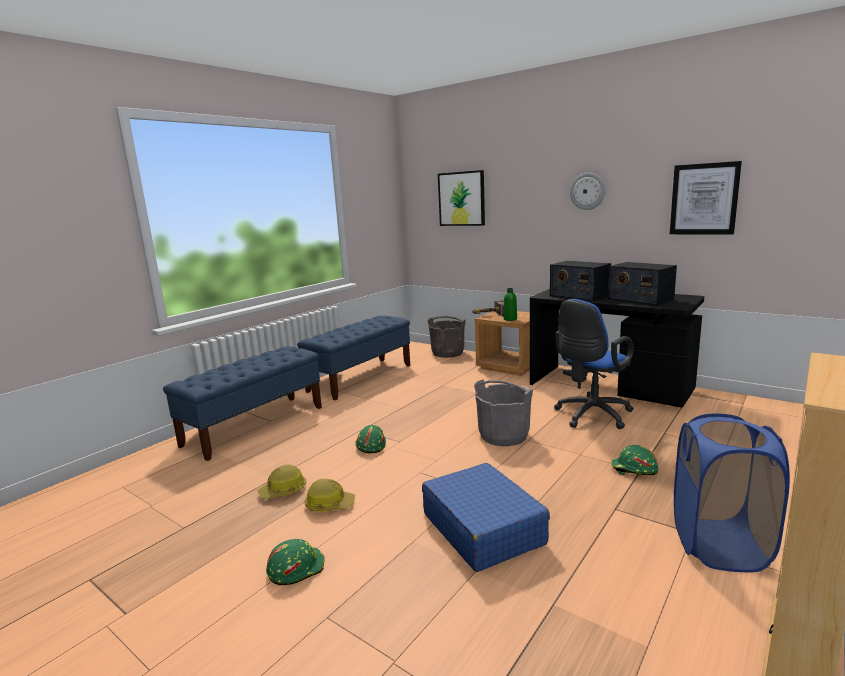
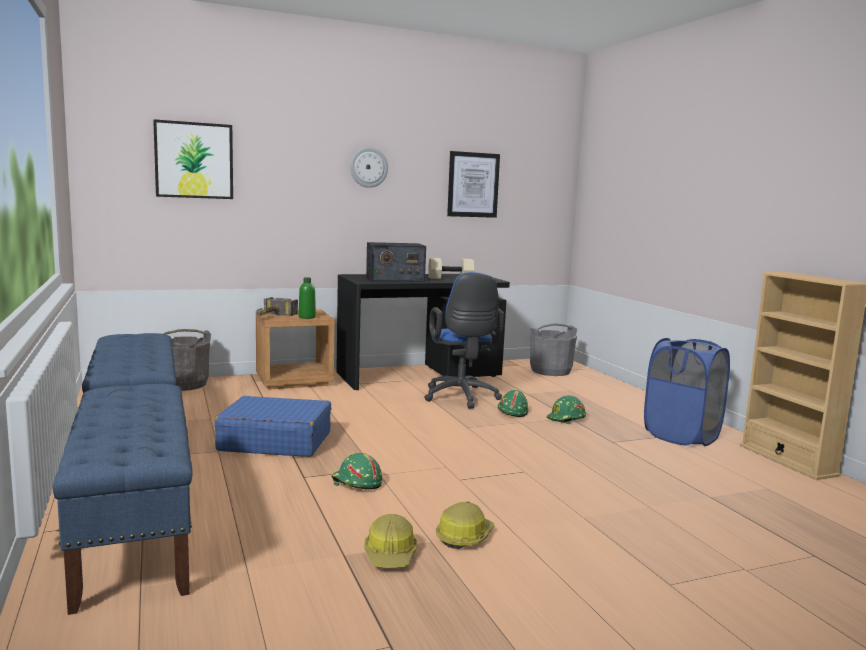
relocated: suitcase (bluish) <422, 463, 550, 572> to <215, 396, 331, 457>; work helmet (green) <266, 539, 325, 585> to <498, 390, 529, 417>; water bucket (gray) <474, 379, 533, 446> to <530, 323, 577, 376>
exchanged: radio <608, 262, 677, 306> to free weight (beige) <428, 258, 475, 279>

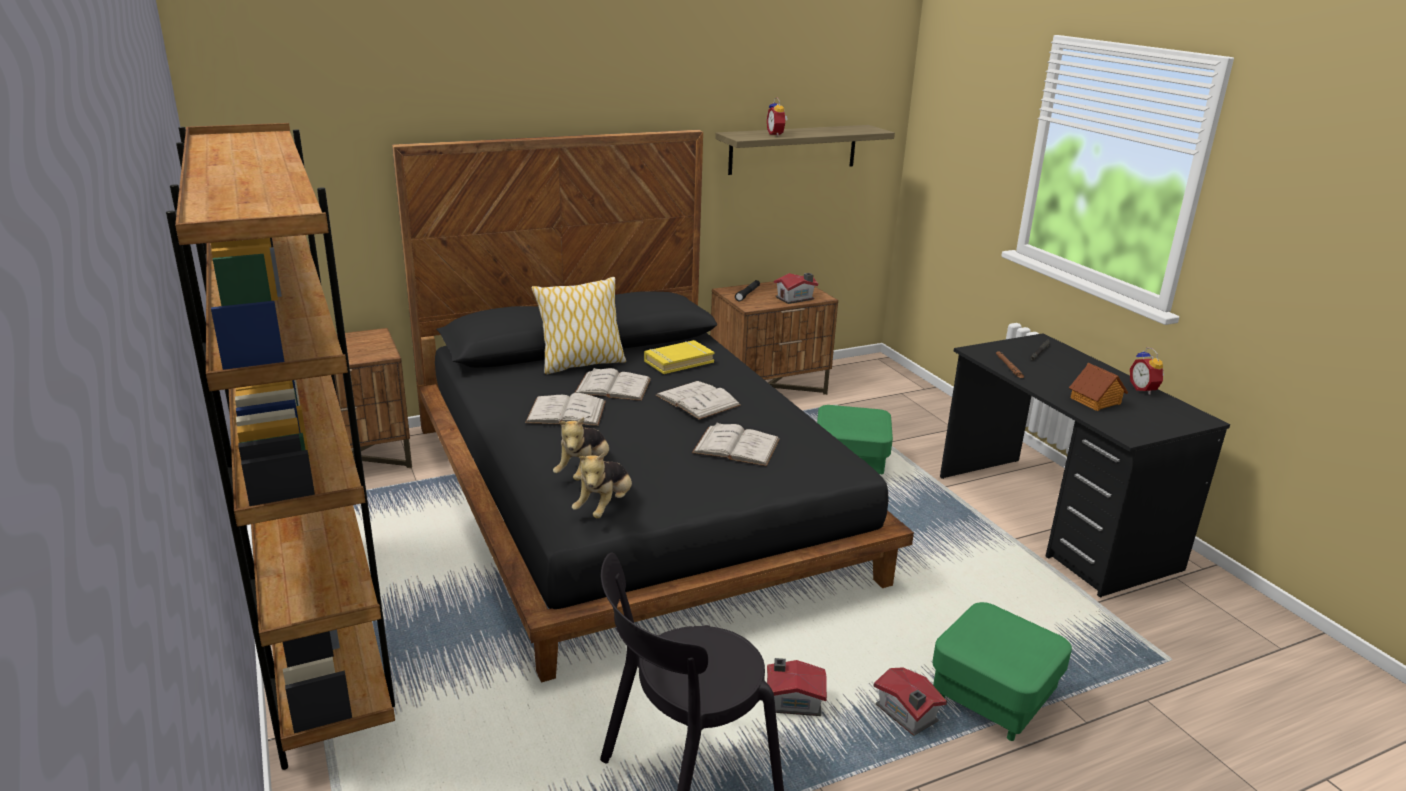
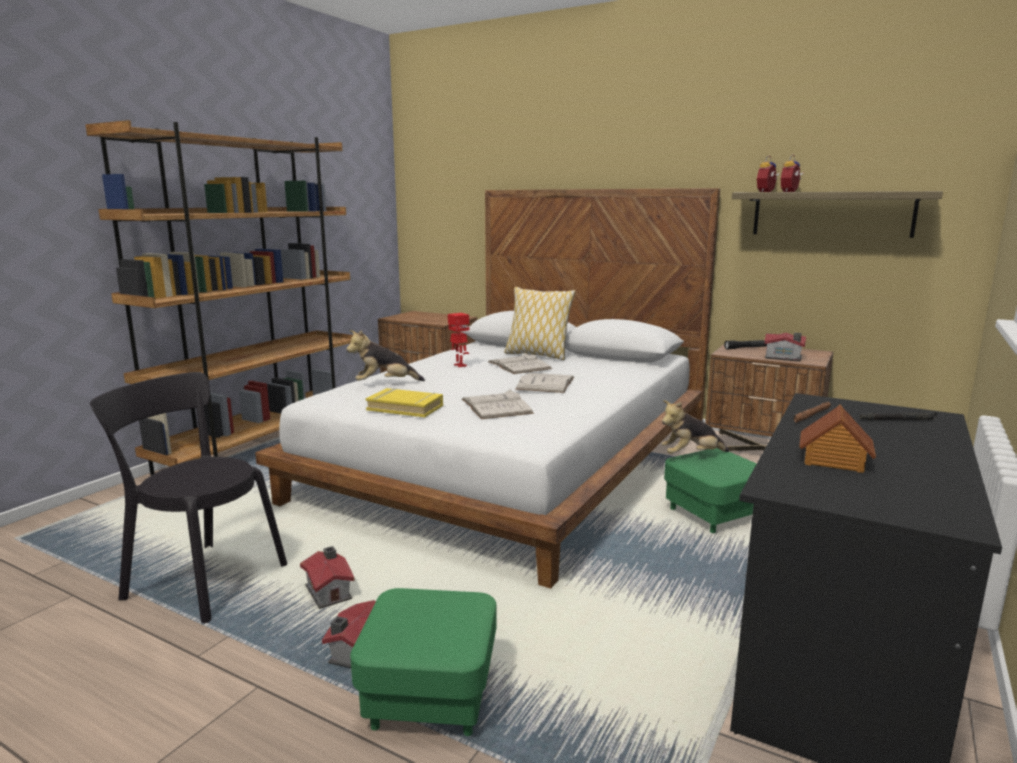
relocated: bound book (yellowish) <644, 340, 714, 374> to <366, 388, 443, 417>; soft toy <572, 452, 632, 518> to <662, 400, 729, 454>; bedside clock <1130, 347, 1164, 395> to <757, 156, 780, 192>
exchanged: bound book (white-coloured) <525, 393, 606, 426> to model robot <448, 313, 469, 367>
colour: sleeping bed (blackish) <392, 130, 914, 682> to sleeping bed (white-coloured) <255, 188, 720, 588>

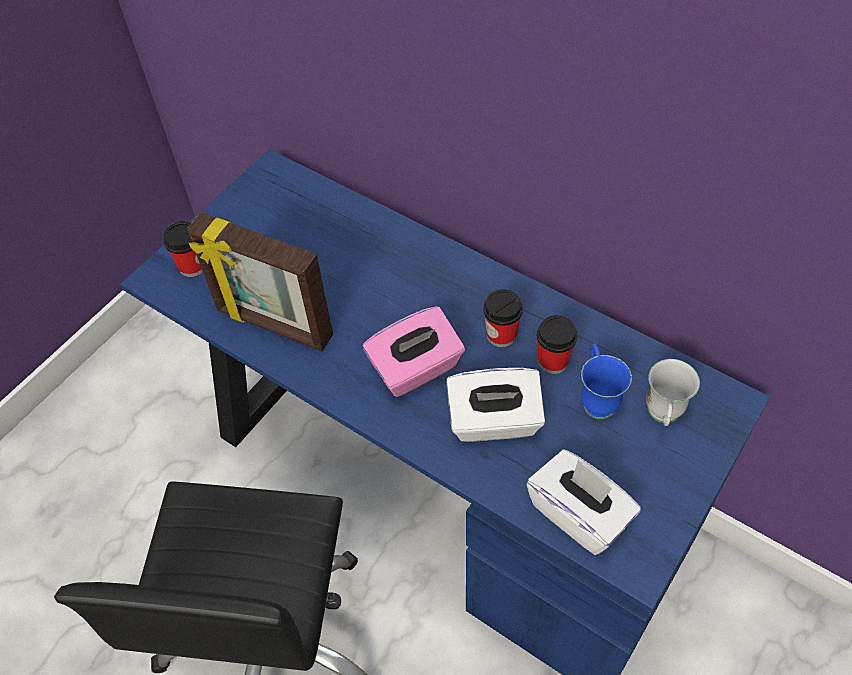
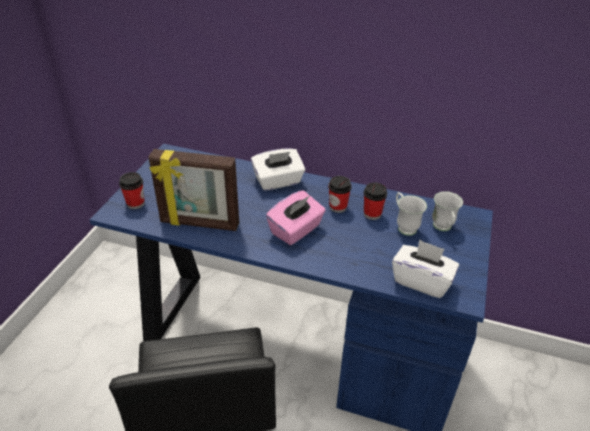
relocated: tissue box (white-coloured) <446, 368, 545, 442> to <251, 148, 305, 191>
colour: tea mug (bluish) <581, 343, 632, 419> to tea mug (white-coloured) <396, 192, 427, 236>

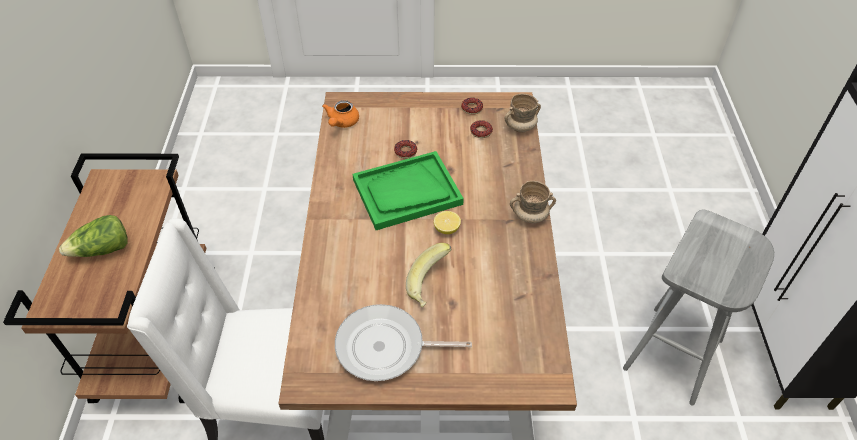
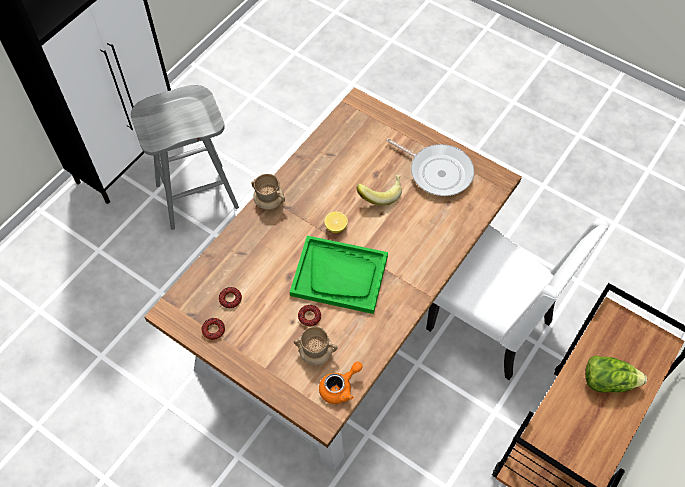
relocated: tea mug (beige) <505, 93, 541, 133> to <294, 326, 337, 365>

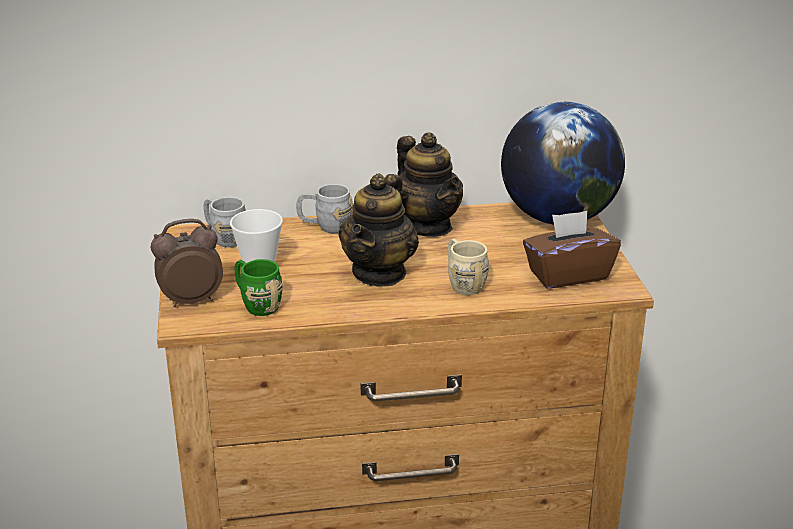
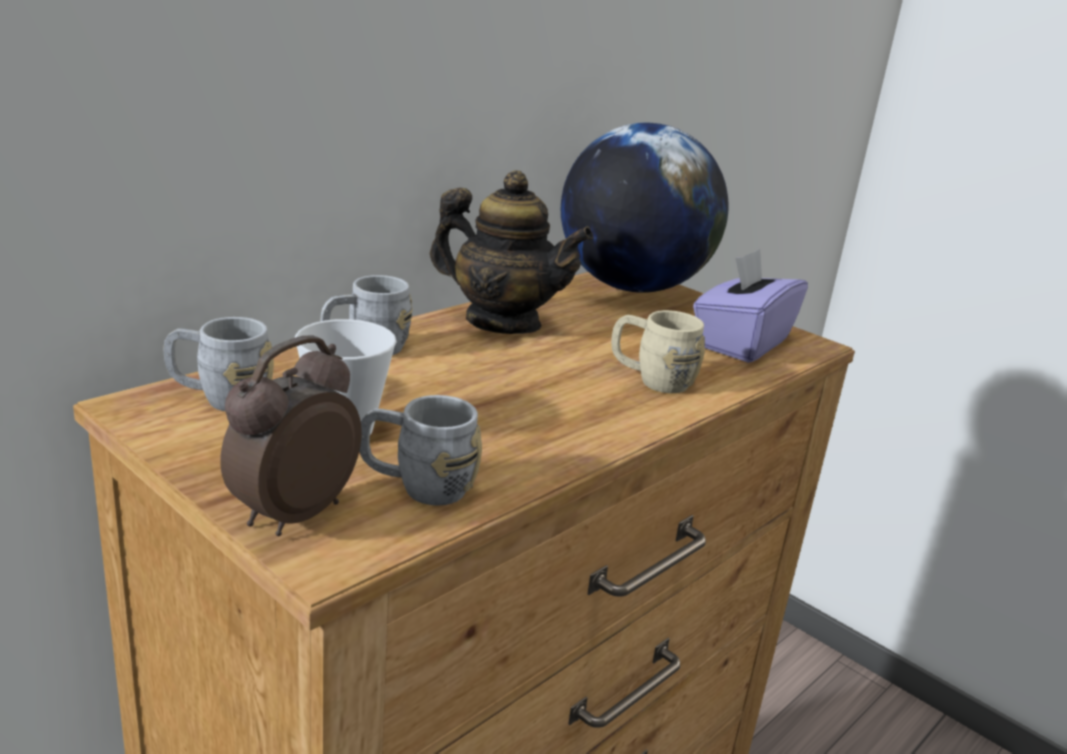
missing: pot for tea <338, 173, 419, 287>
colour: tea mug (green) <234, 259, 283, 316> to tea mug (gray) <359, 395, 482, 505>; tissue box (brownish) <523, 211, 621, 288> to tissue box (purple) <693, 249, 808, 363>

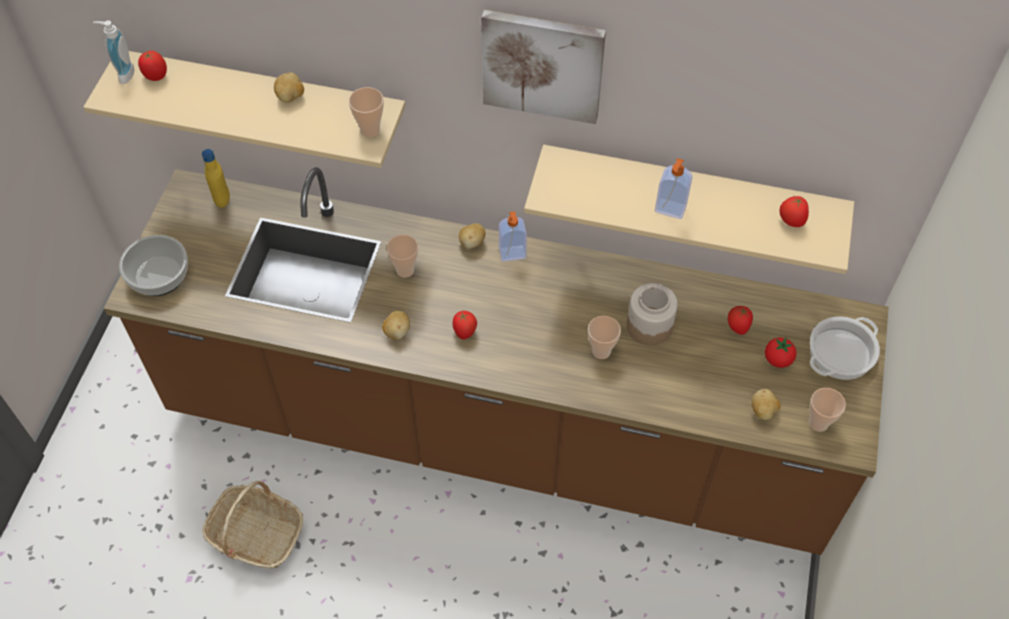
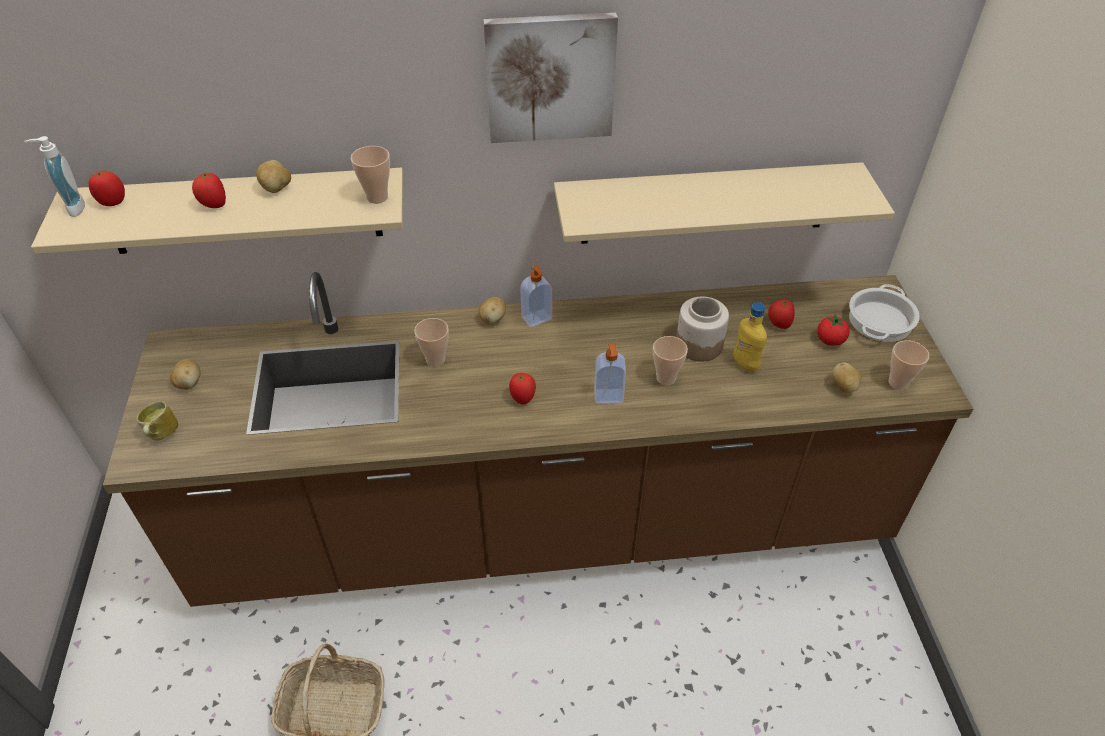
relocated: potato <382, 311, 410, 340> to <170, 359, 201, 390>; tomato <780, 196, 809, 227> to <192, 172, 226, 208>; soap bottle <655, 158, 693, 219> to <594, 344, 626, 404>; beverage bottle (yellowish) <202, 149, 230, 208> to <733, 302, 767, 372>
exchanged: bowl <119, 235, 188, 296> to tea mug <137, 401, 178, 441>

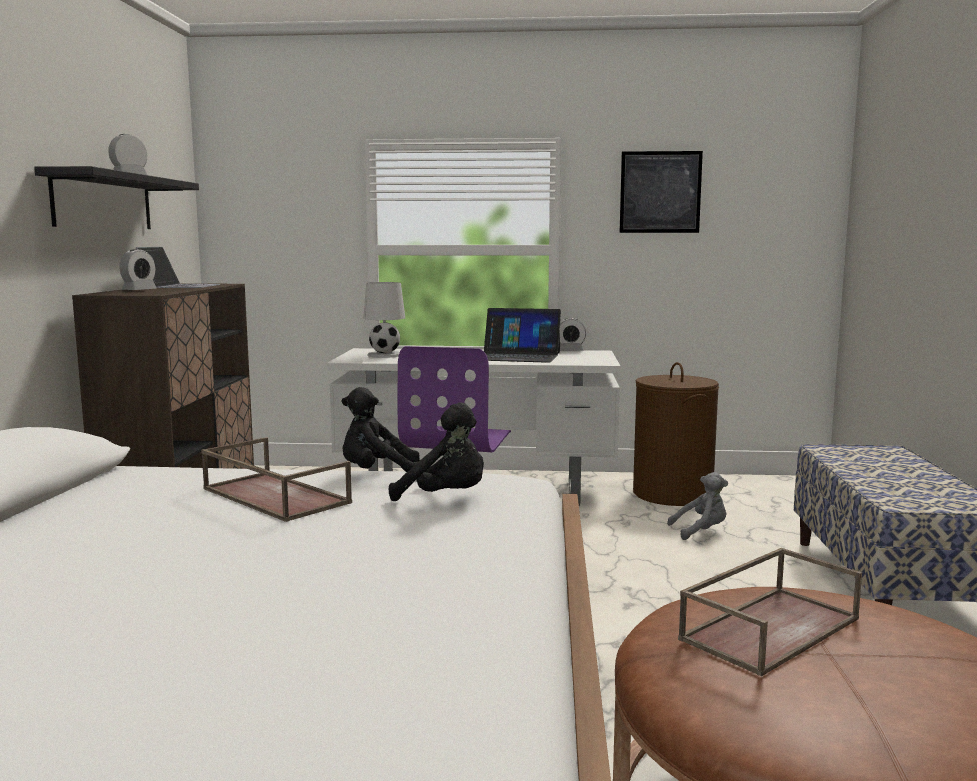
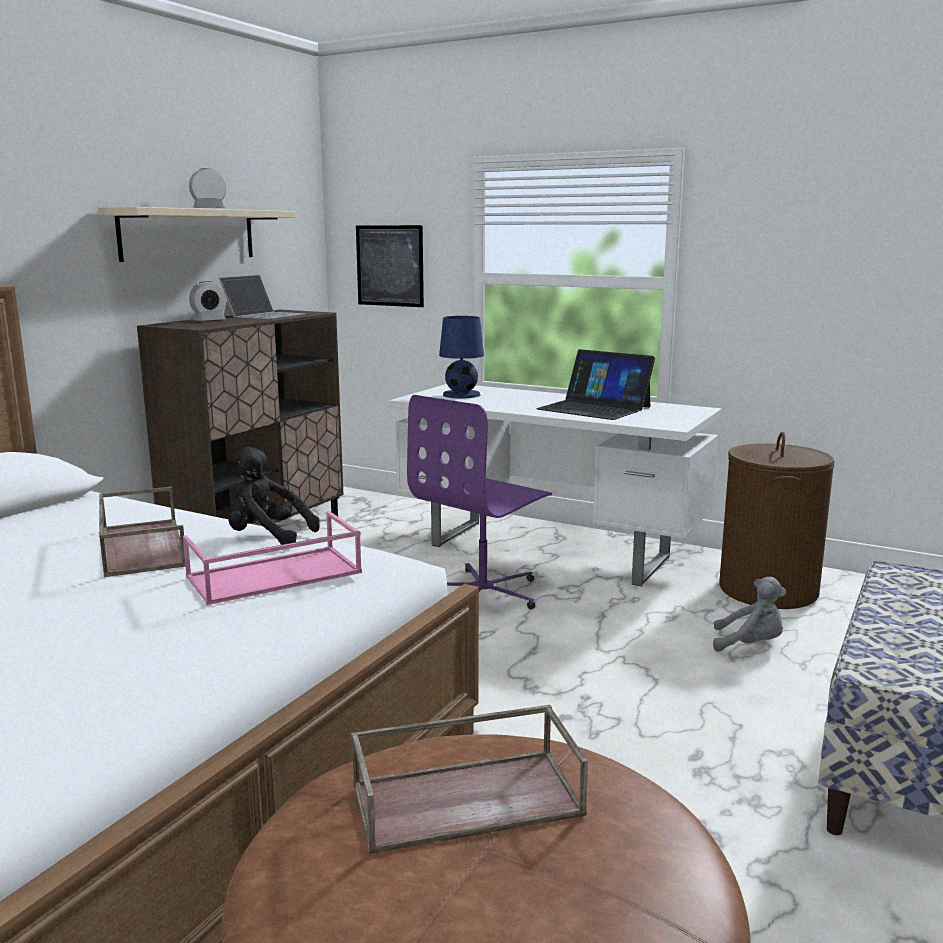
missing: bedside clock <560, 318, 586, 351>
relocated: wall picture <620, 151, 703, 233> to <356, 225, 424, 307>
exchanged: soft toy (blackish) <389, 402, 484, 501> to carrying tray (pink) <183, 511, 362, 605>
colour: wall shelf (blackish) <34, 166, 199, 229> to wall shelf (beige) <97, 207, 295, 262>; tabletop lamp (white-coloured) <363, 282, 405, 358> to tabletop lamp (bluish) <439, 316, 484, 398>

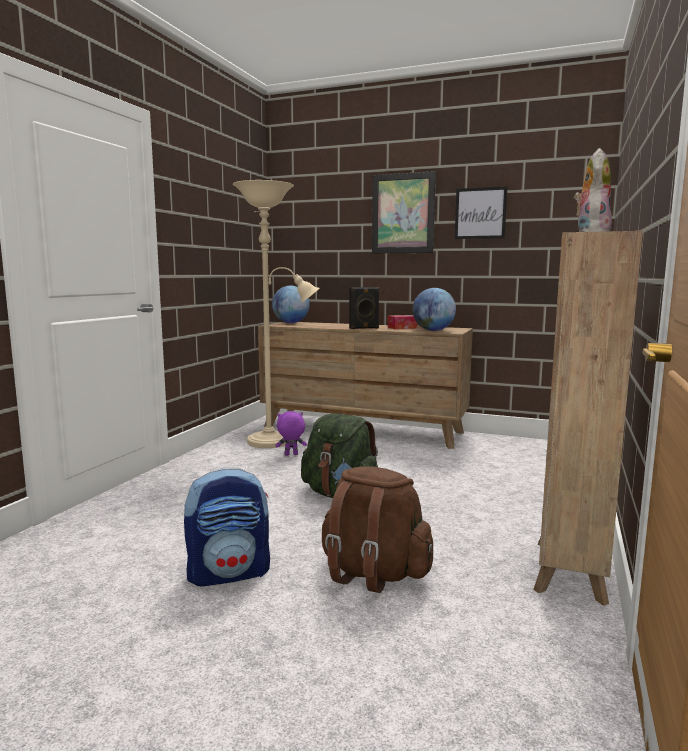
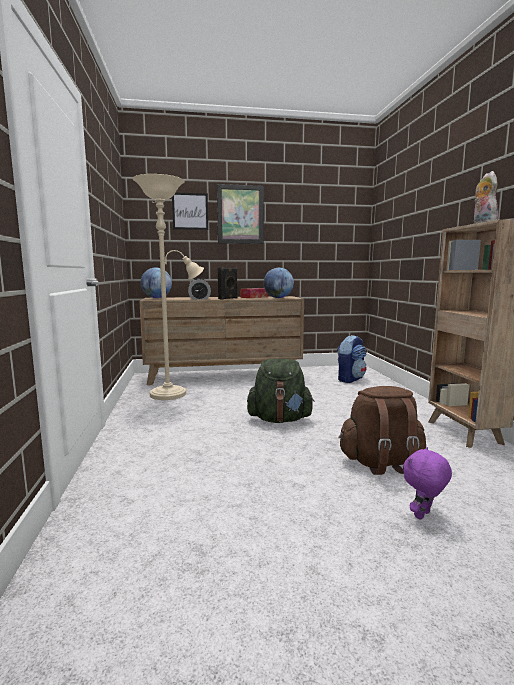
appeared: bedside clock <188, 278, 211, 300>
relocated: wall picture <455, 186, 507, 239> to <172, 192, 208, 230>; rucksack <184, 468, 270, 586> to <337, 335, 367, 383>; soft toy (purple) <275, 411, 307, 456> to <403, 447, 452, 520>

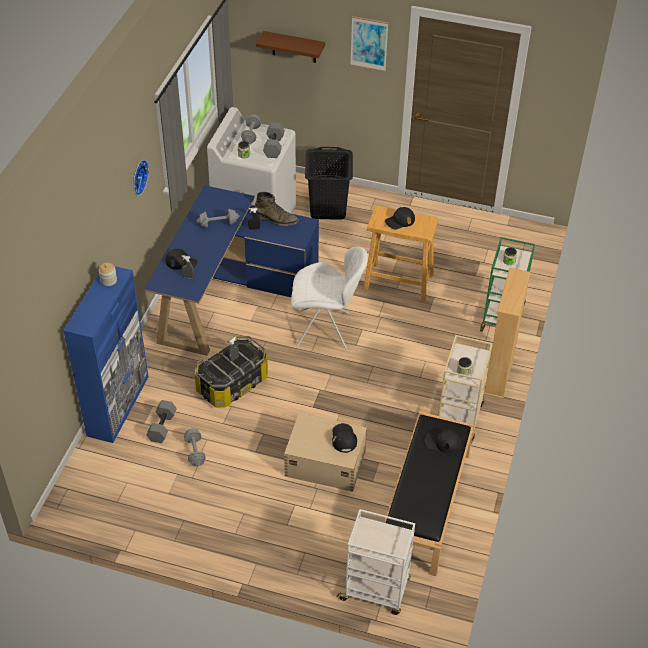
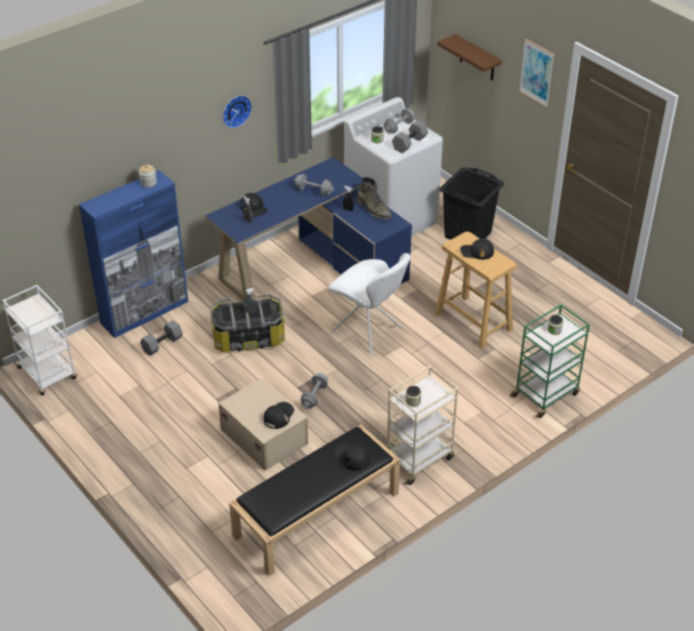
missing: bookshelf (beige) <484, 268, 530, 399>
relocated: trolley (white-coloured) <337, 509, 415, 615> to <2, 285, 77, 395>; free weight (gray) <184, 428, 206, 467> to <301, 373, 328, 409>

